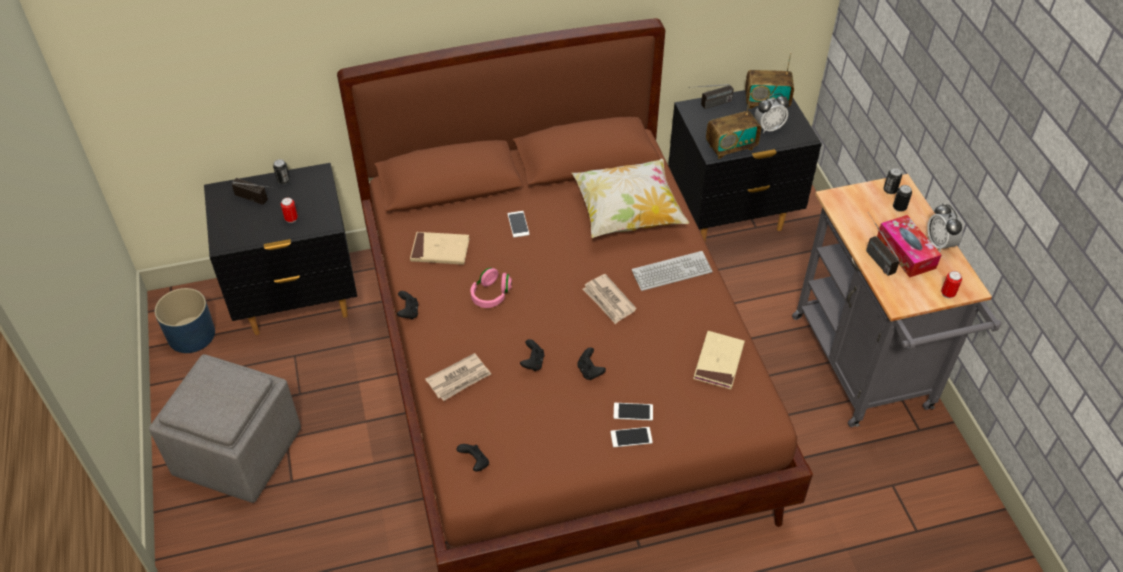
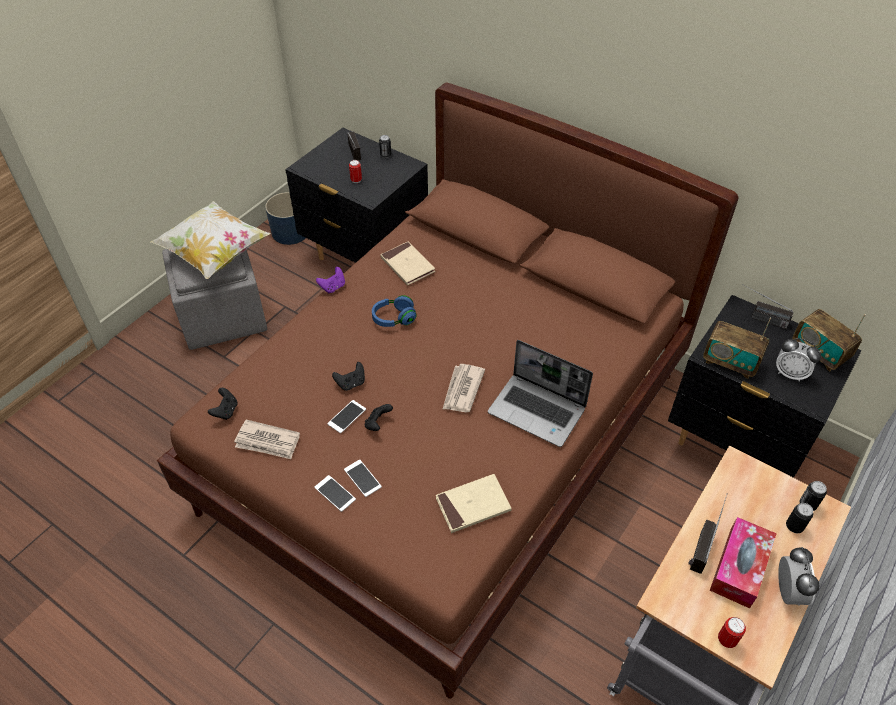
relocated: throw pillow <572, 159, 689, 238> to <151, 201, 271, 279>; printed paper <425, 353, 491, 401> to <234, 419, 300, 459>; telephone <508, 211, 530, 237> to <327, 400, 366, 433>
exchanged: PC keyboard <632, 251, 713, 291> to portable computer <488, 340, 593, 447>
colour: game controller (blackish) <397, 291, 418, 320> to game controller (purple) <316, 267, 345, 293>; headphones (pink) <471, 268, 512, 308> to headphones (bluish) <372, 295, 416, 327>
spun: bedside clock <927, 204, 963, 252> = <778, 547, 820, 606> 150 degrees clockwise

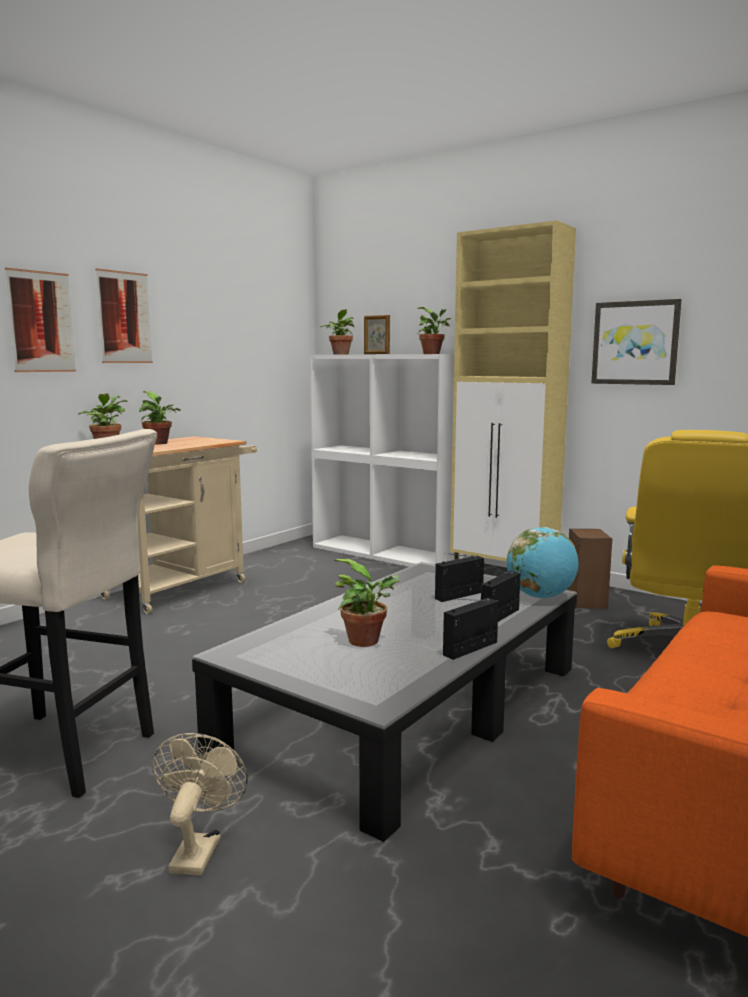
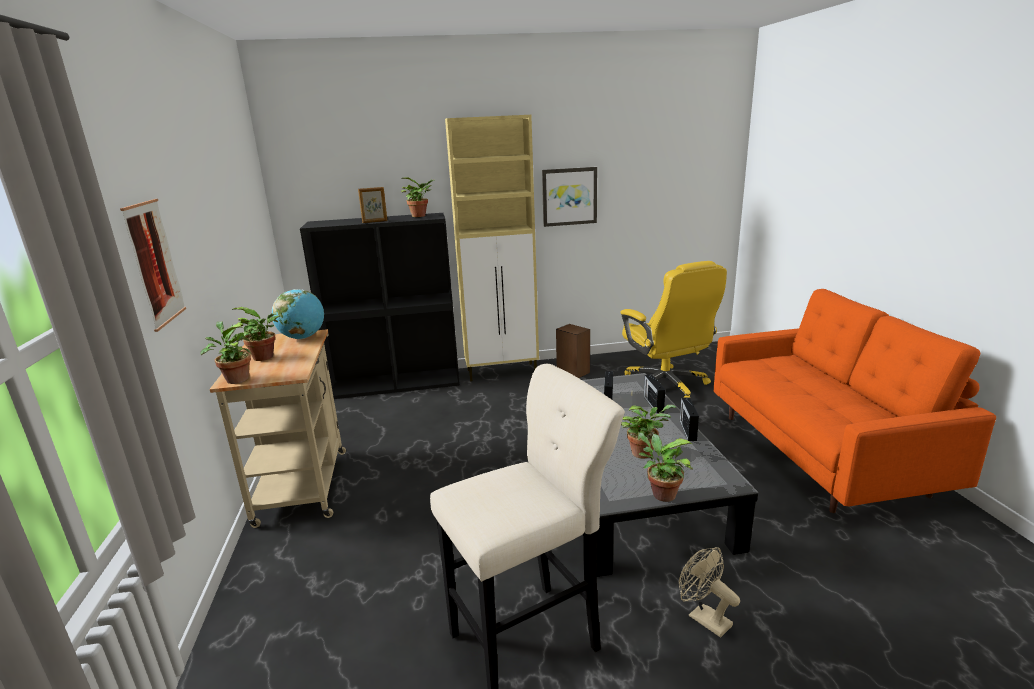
missing: wall picture <95, 268, 153, 363>
relocated: desk globe <507, 527, 578, 598> to <272, 289, 324, 339>; potted plant <320, 309, 354, 355> to <638, 432, 693, 502>
colour: bookshelf (white-coloured) <310, 354, 463, 567> to bookshelf (blackish) <300, 213, 460, 399>

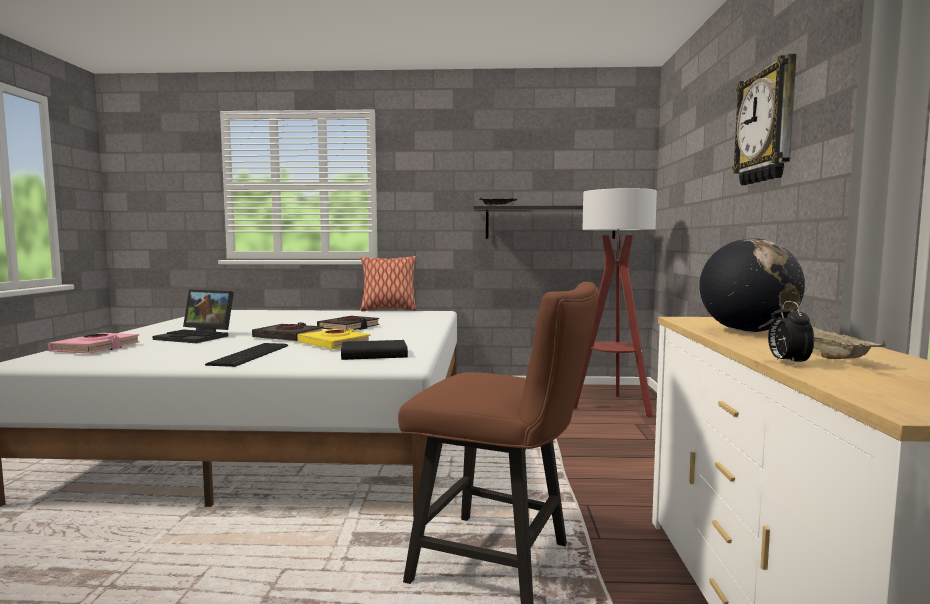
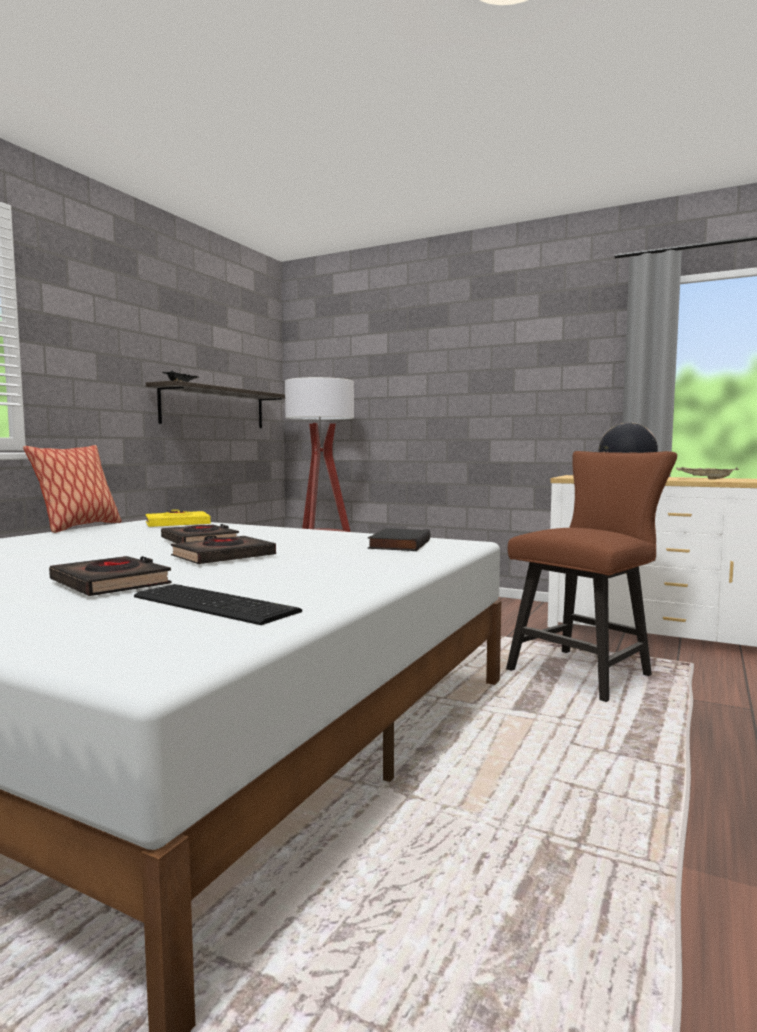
missing: bound book (pink) <48, 333, 140, 354>; clock on the wall <732, 54, 797, 185>; bedside clock <768, 301, 814, 366>
relocated: PC keyboard <205, 343, 288, 367> to <134, 584, 302, 625>; bound book (yellowish) <298, 329, 370, 349> to <145, 510, 211, 527>
exchanged: portable computer <153, 290, 234, 343> to bound book (blackish) <49, 556, 171, 596>

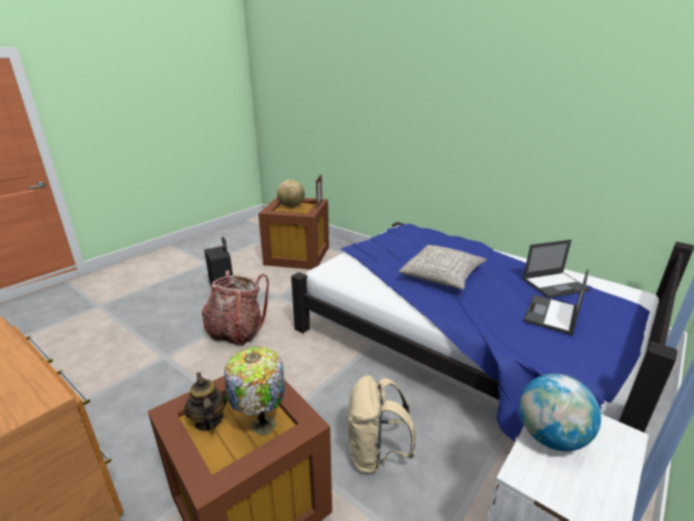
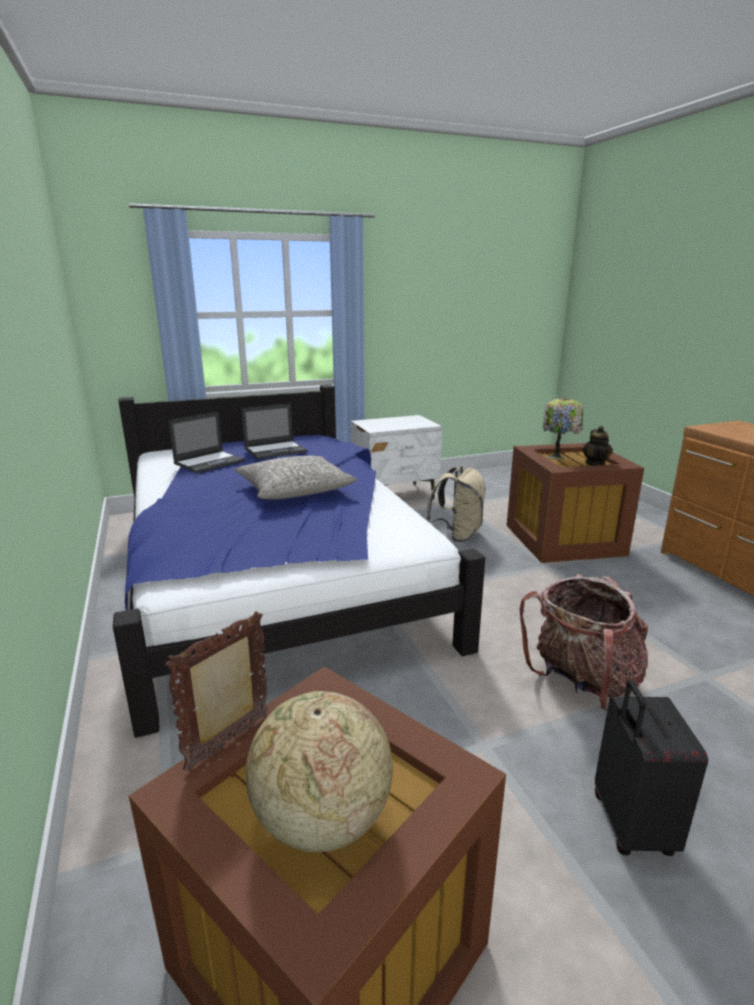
missing: desk globe <519, 374, 601, 451>
spun: portable computer <523, 240, 590, 298> = <168, 412, 245, 473> 120 degrees clockwise

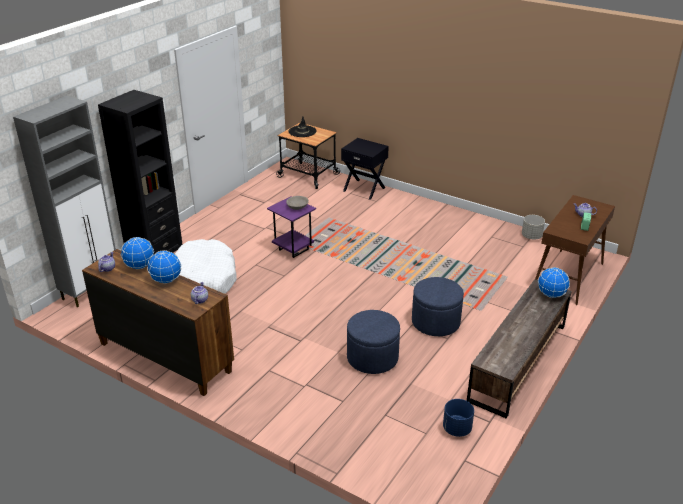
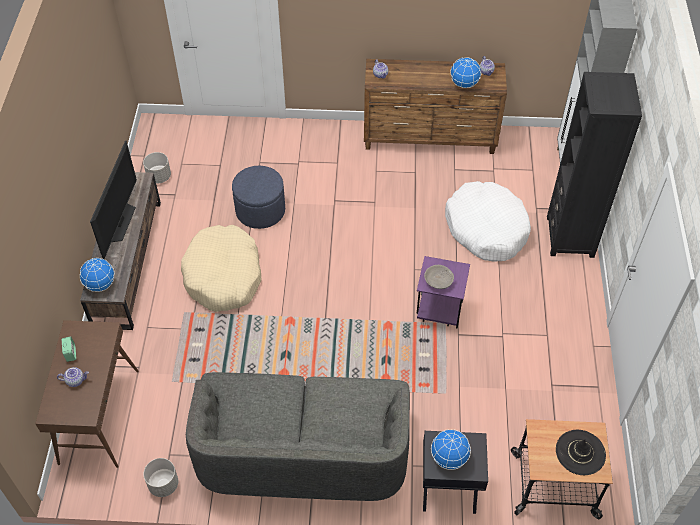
appeared: TV <90, 140, 137, 260>; sofa (gray) <186, 372, 410, 501>
relocated: desk globe <147, 250, 181, 284> to <431, 429, 471, 470>
exchanged: footrest (bluish) <412, 277, 464, 336> to dog cushion (beige) <181, 225, 262, 312>
colour: planter (bluish) <443, 399, 474, 437> to planter (gray) <143, 152, 171, 184>

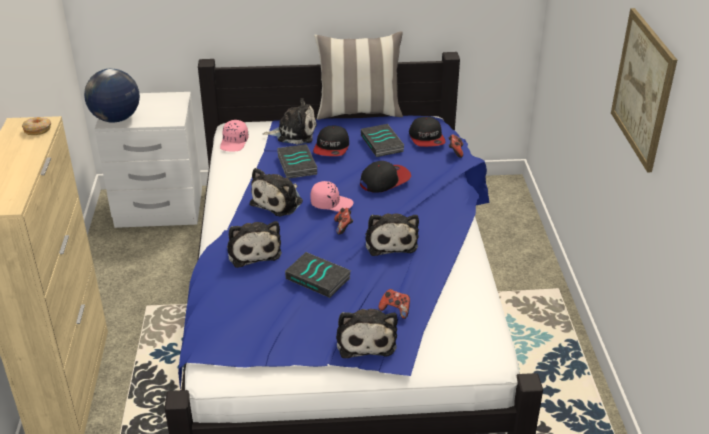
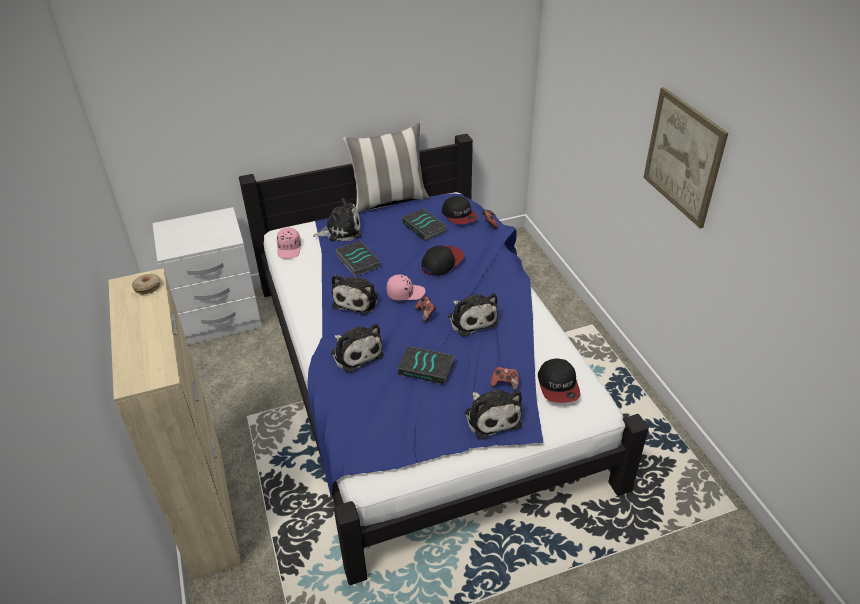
missing: desk globe <84, 69, 140, 123>
relocated: cap <313, 126, 349, 156> to <538, 358, 580, 403>

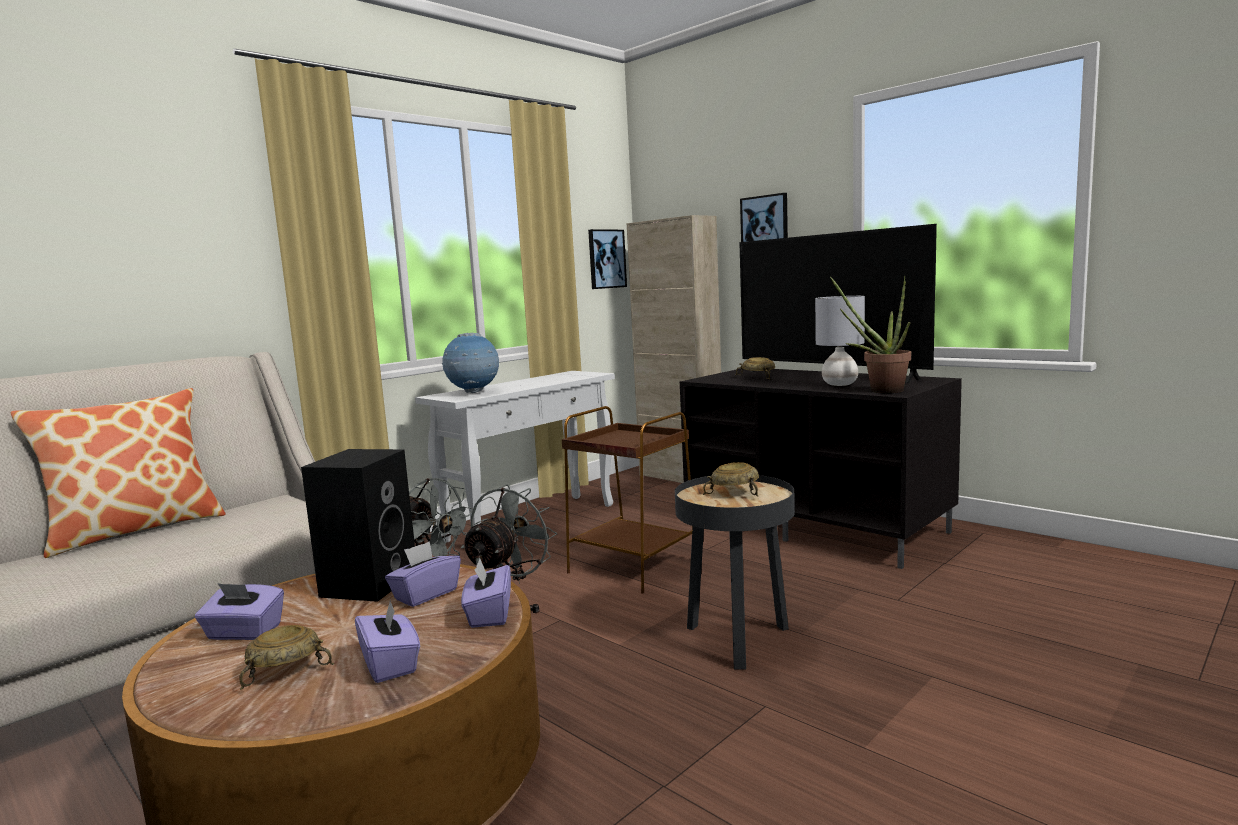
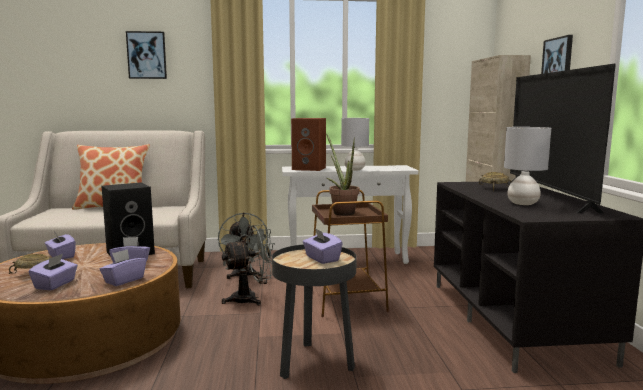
appeared: tabletop lamp (gray) <341, 118, 369, 171>
relocated: wall picture <588, 229, 627, 289> to <126, 31, 167, 79>; potted plant <830, 276, 911, 393> to <326, 133, 359, 216>
exchanged: desk globe <442, 333, 499, 393> to speaker (brownish) <291, 118, 326, 171>; bowl (beige) <703, 462, 759, 496> to tissue box (purple) <303, 228, 343, 264>

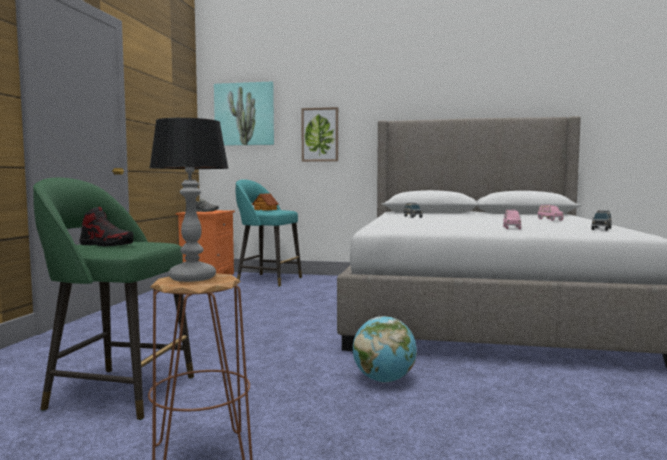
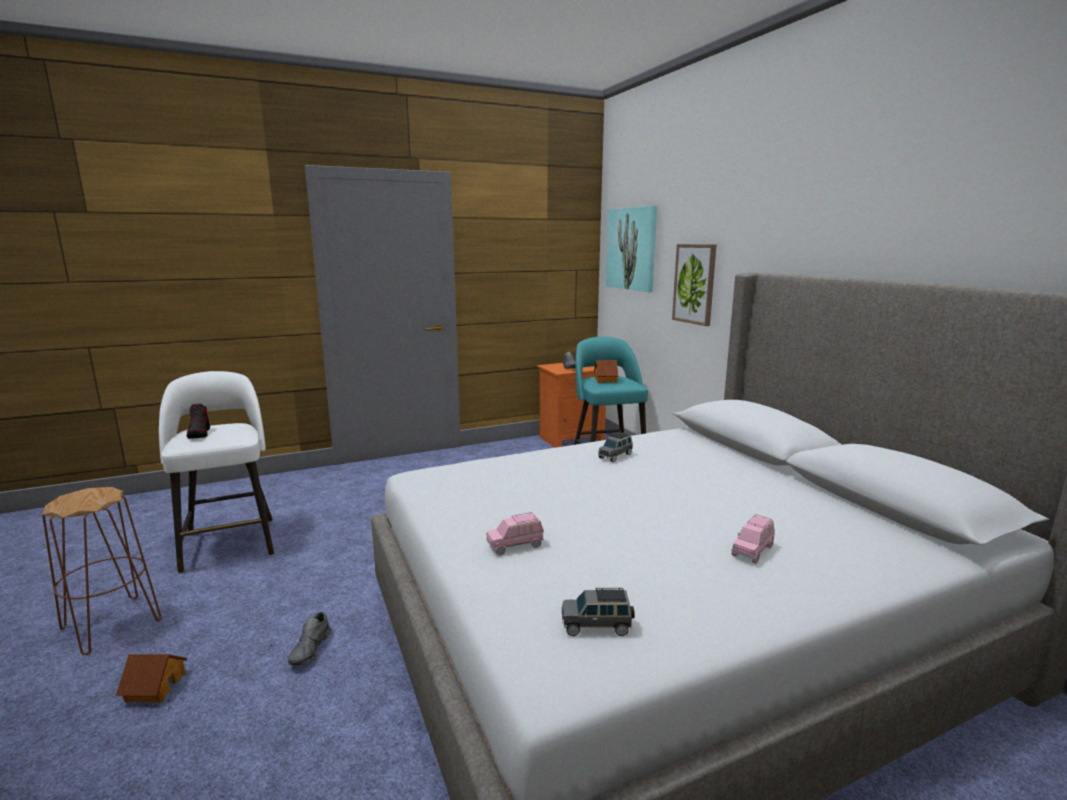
missing: tabletop lamp <149, 118, 229, 282>
appeared: model house <116, 654, 187, 703>
exchanged: desk globe <353, 316, 417, 383> to low shoe (gray) <288, 611, 331, 665>
colour: stool seat (green) <33, 178, 194, 420> to stool seat (white-coloured) <159, 371, 274, 573>

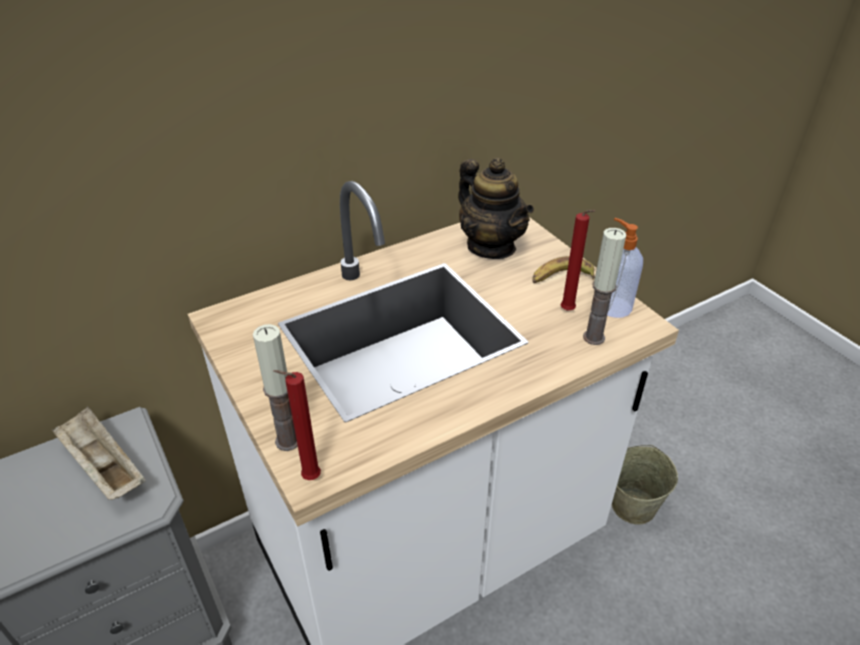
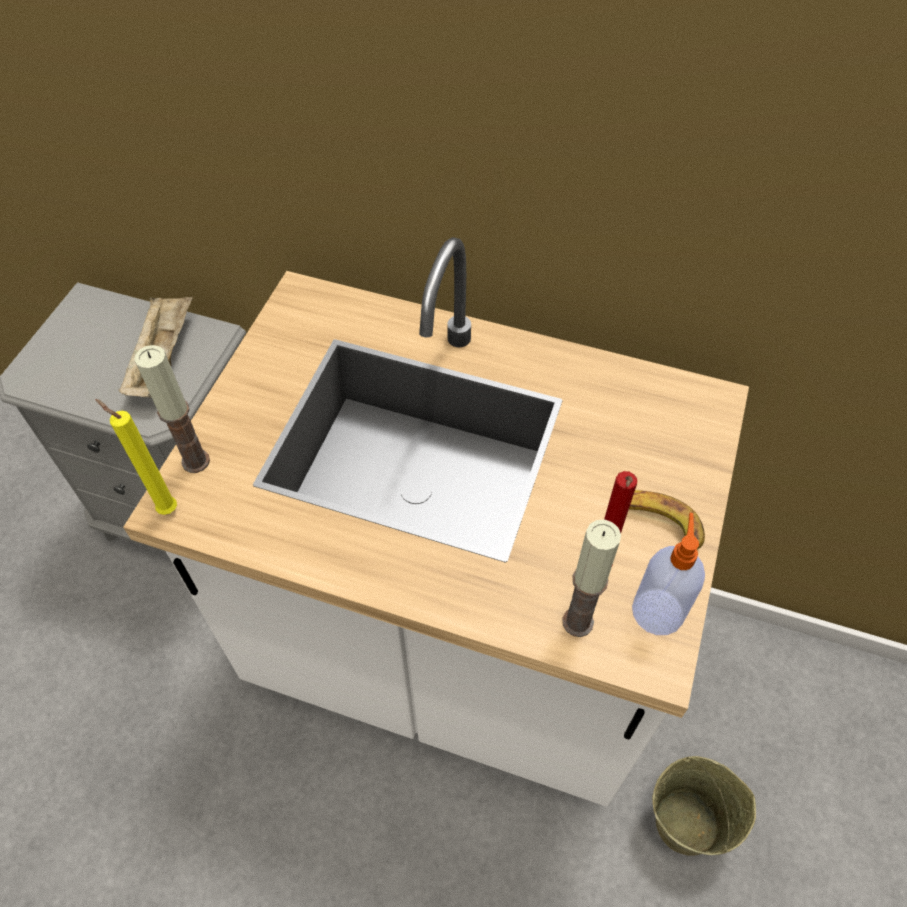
missing: pot for tea <458, 158, 534, 259>
colour: wax light (red-coloured) <274, 370, 321, 480> to wax light (yellowish) <95, 399, 177, 515>

